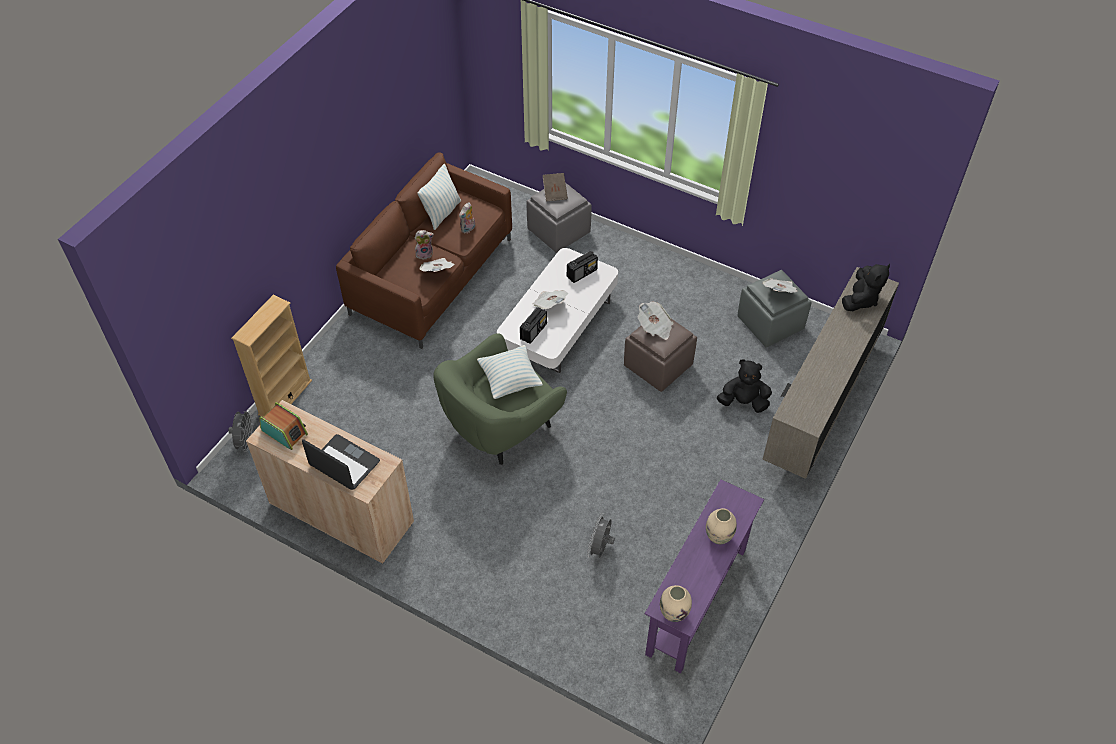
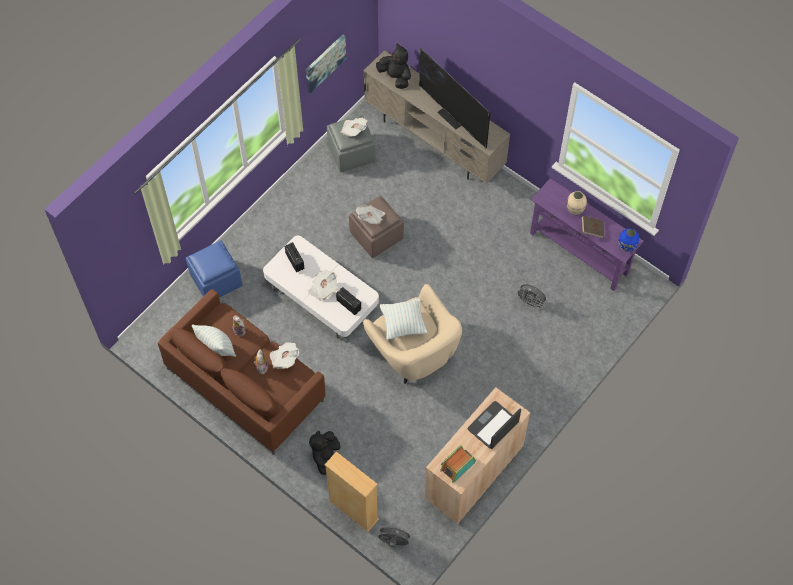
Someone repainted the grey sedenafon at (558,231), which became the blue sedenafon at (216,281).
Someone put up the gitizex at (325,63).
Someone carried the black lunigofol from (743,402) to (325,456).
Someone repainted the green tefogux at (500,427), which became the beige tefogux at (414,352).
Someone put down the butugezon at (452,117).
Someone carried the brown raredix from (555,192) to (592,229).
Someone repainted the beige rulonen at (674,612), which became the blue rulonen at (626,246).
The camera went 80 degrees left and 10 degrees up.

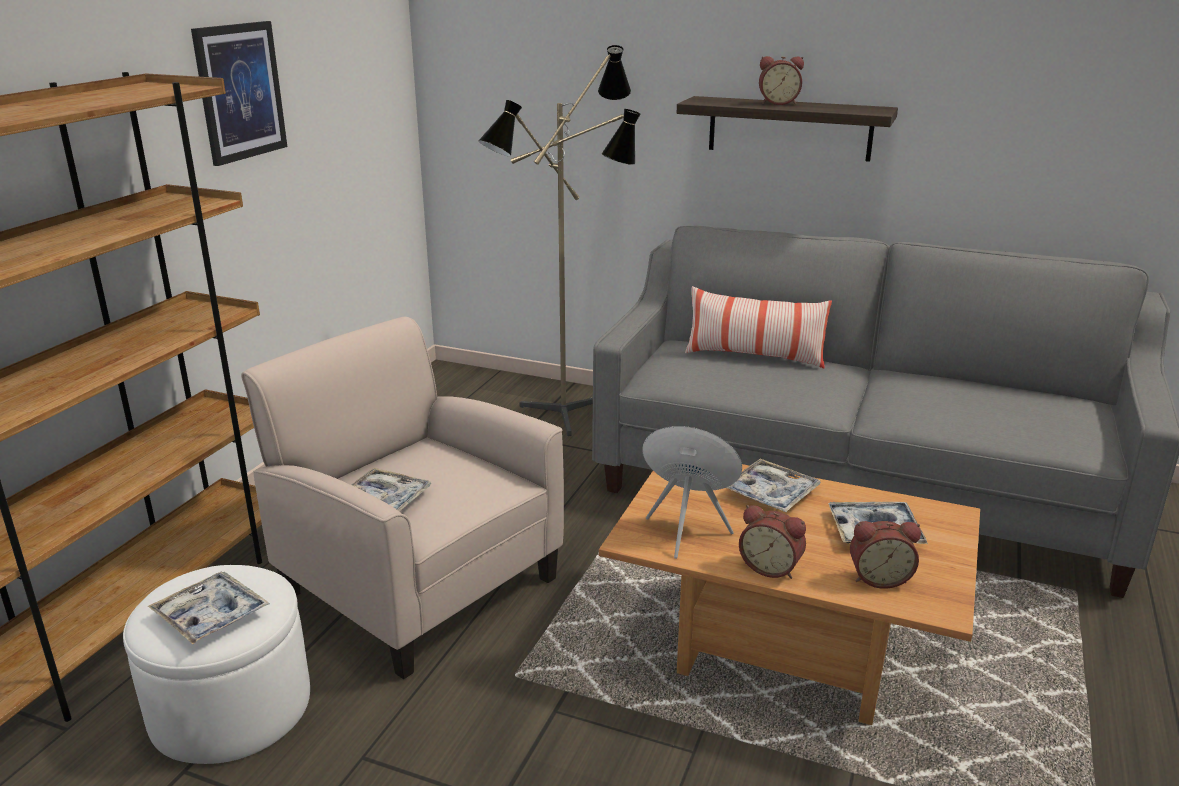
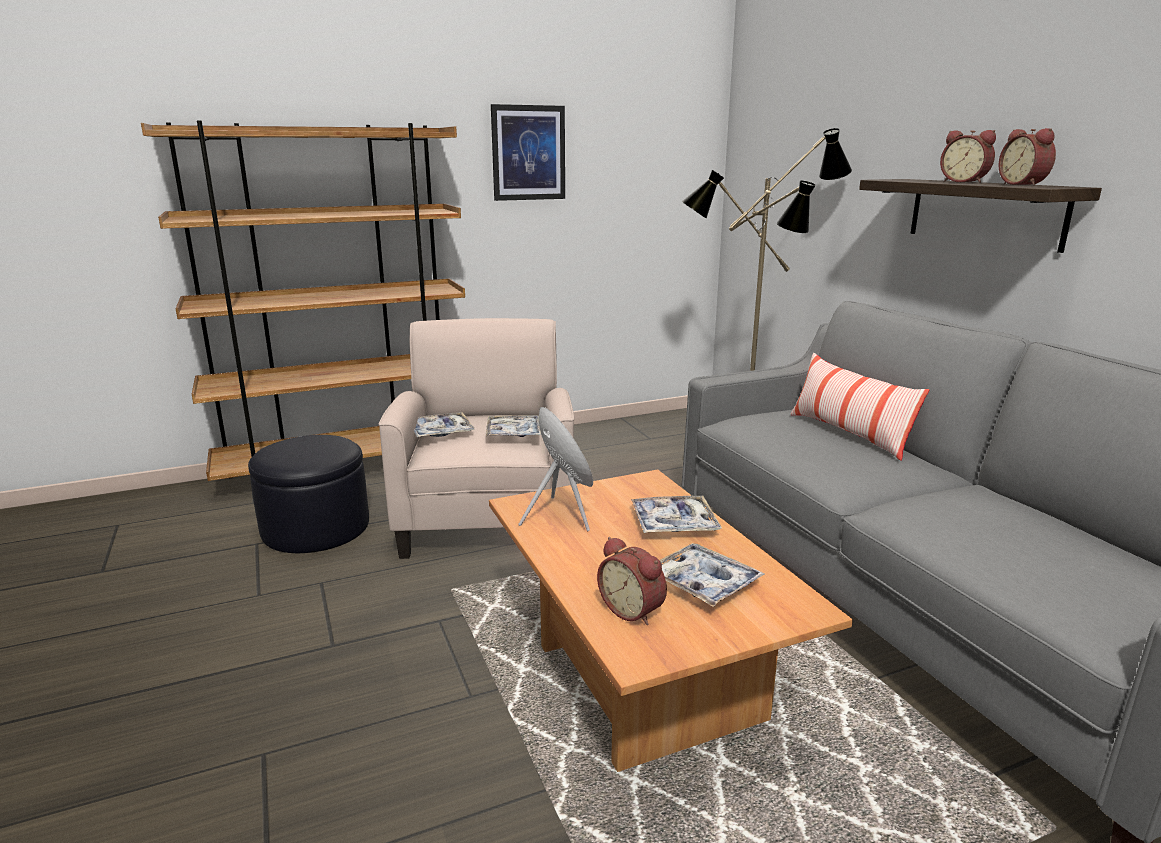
Someone repainted the white sedenafon at (231,706), which became the black sedenafon at (316,527).
Someone carried the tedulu from (211,615) to (514,433).
Someone carried the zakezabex from (771,567) to (1024,184).
The camera went 45 degrees right and 5 degrees down.

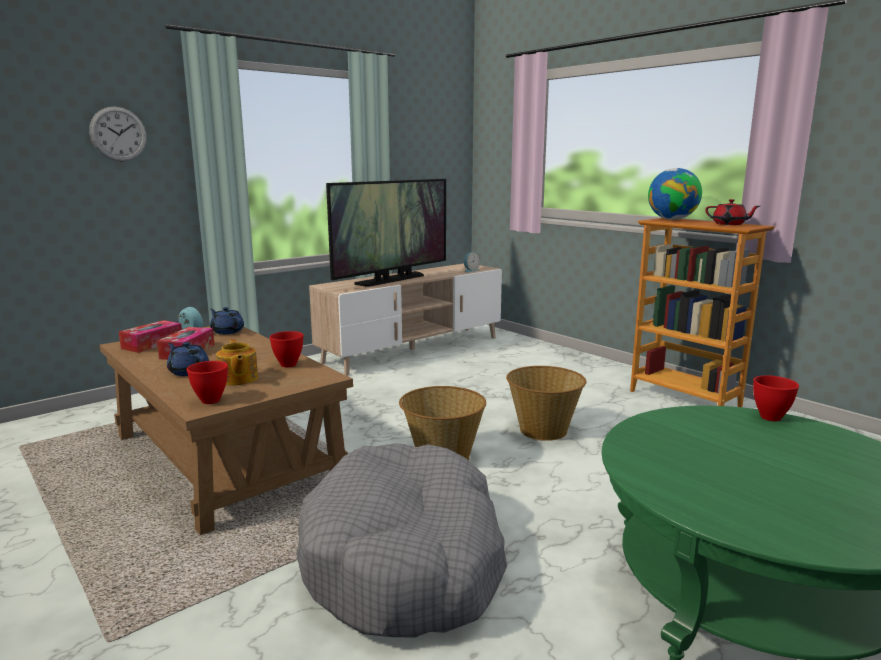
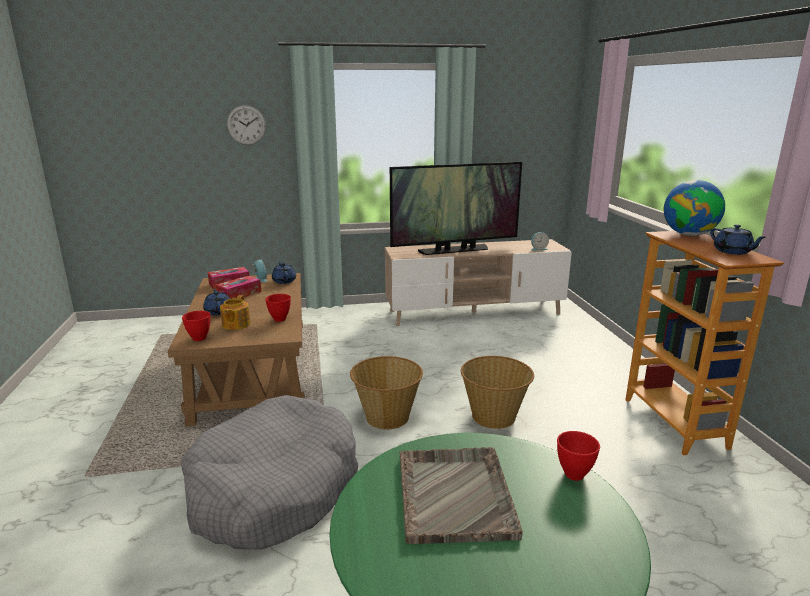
Someone put down the grey tedulu at (454,494).
Someone repainted the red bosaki at (729,224), which became the blue bosaki at (732,252).
The camera went 30 degrees right and 5 degrees up.

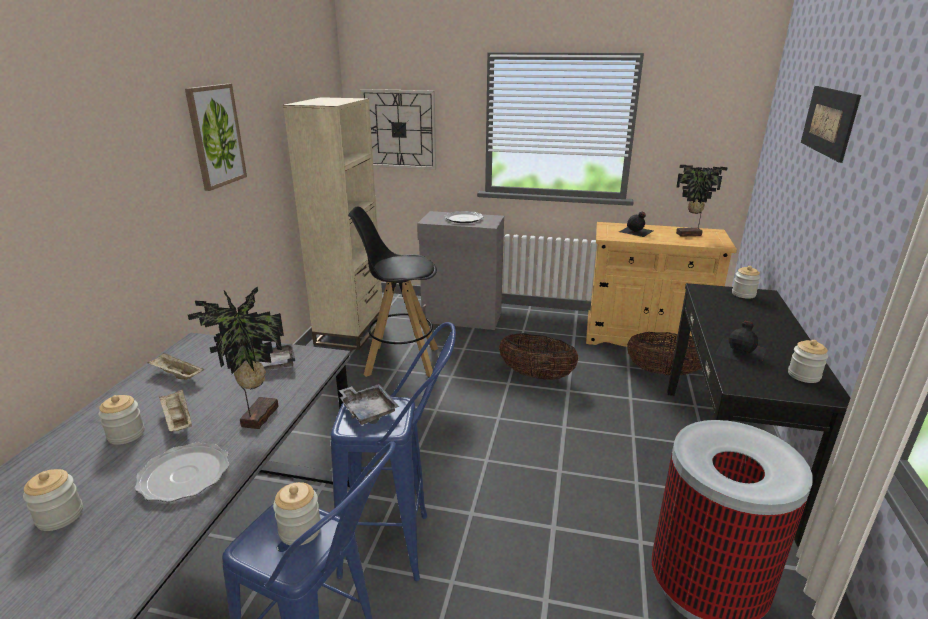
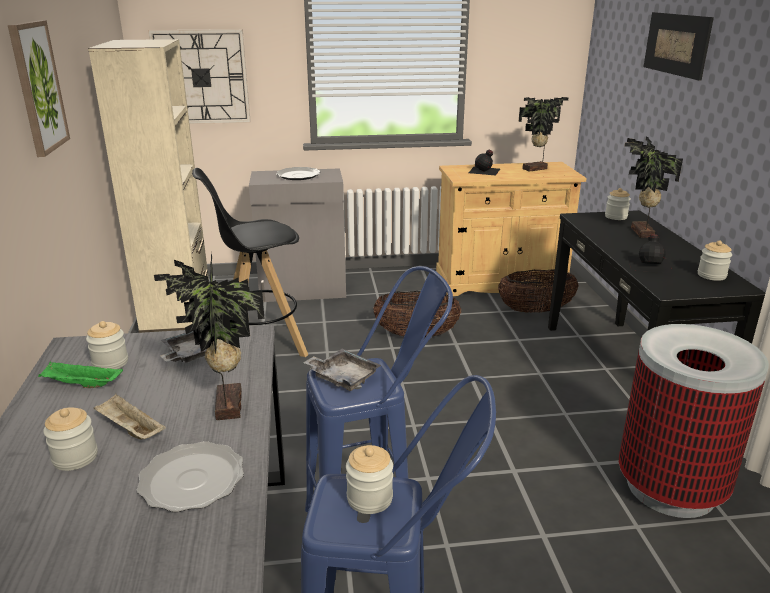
Someone repainted the beige tedulu at (177,375), which became the green tedulu at (81,385).
Someone carried the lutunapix from (60,516) to (110,363).
Someone put down the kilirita at (640,233).
The camera went 20 degrees left and 0 degrees up.

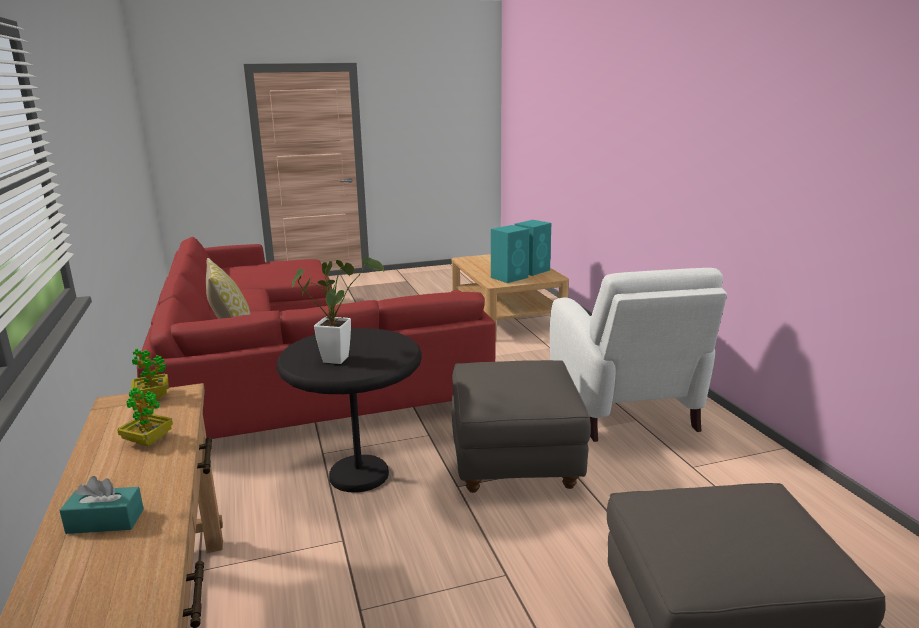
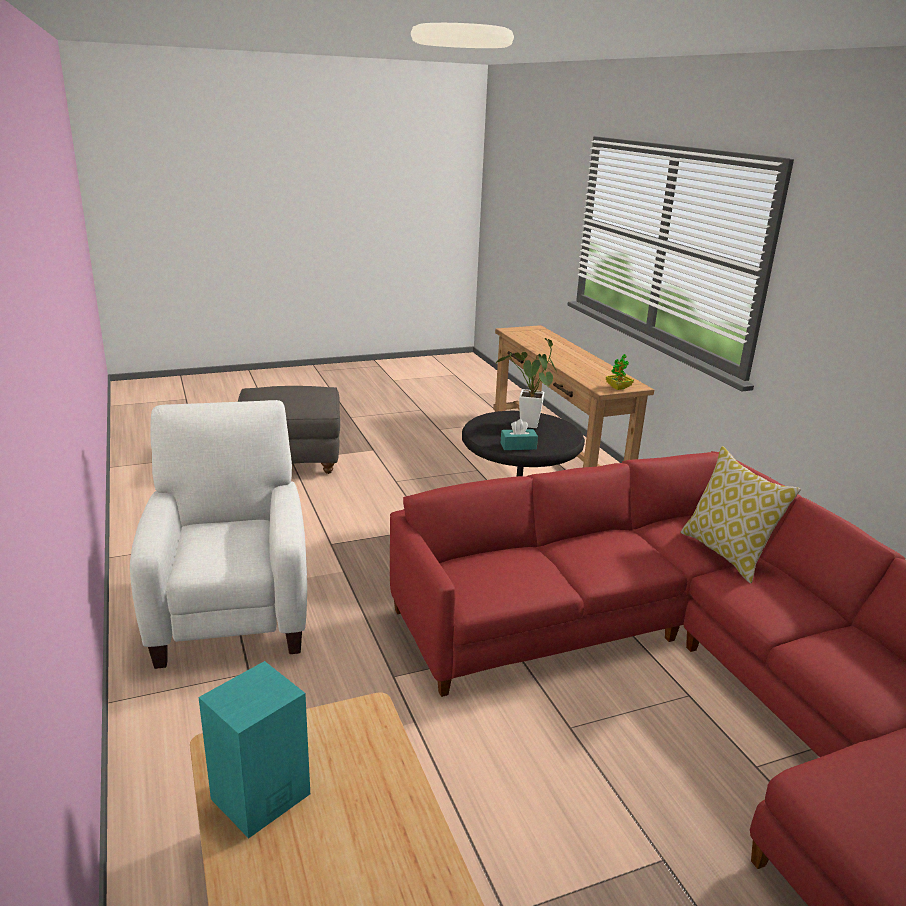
Someone carried the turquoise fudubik from (105,521) to (518,446).
Someone took away the kilirita at (148,440).
Someone took away the grey sedenafon at (515,461).
Someone took away the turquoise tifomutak at (510,277).
The camera went 175 degrees right and 5 degrees up.

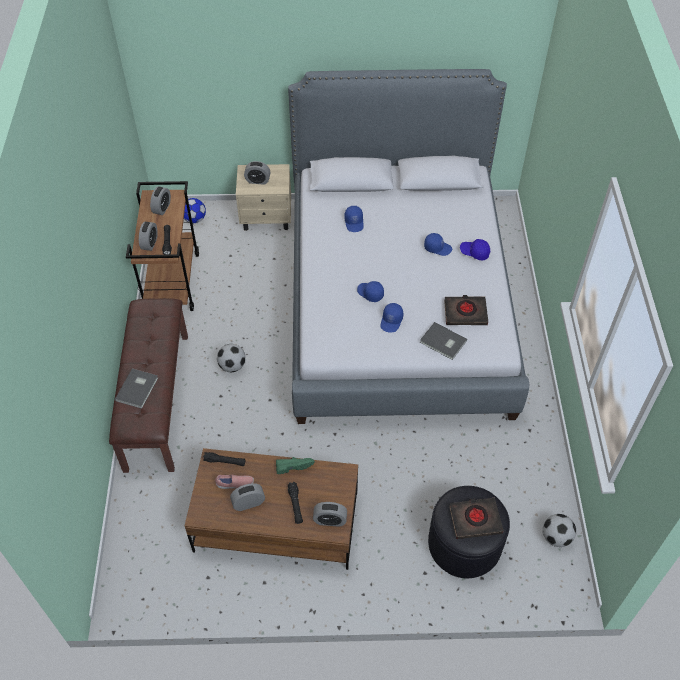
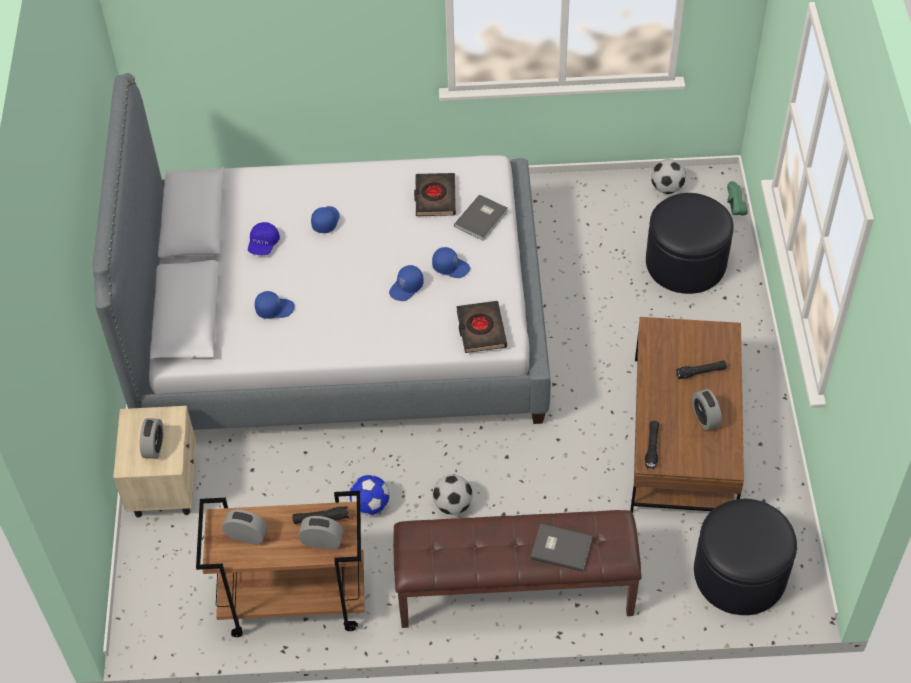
Someone carried the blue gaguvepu from (474,253) to (263,244).
Someone carried the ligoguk from (194,219) to (370,505).
Someone carried the black raredix from (475,520) to (481,329).
Someone put down the black sedenafon at (740,574).
Someone carried the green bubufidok from (294,465) to (732,204).
Someone took away the pink bubufidok at (235,484).
Someone took away the zakezabex at (330,520).
The camera went 90 degrees left and 0 degrees up.

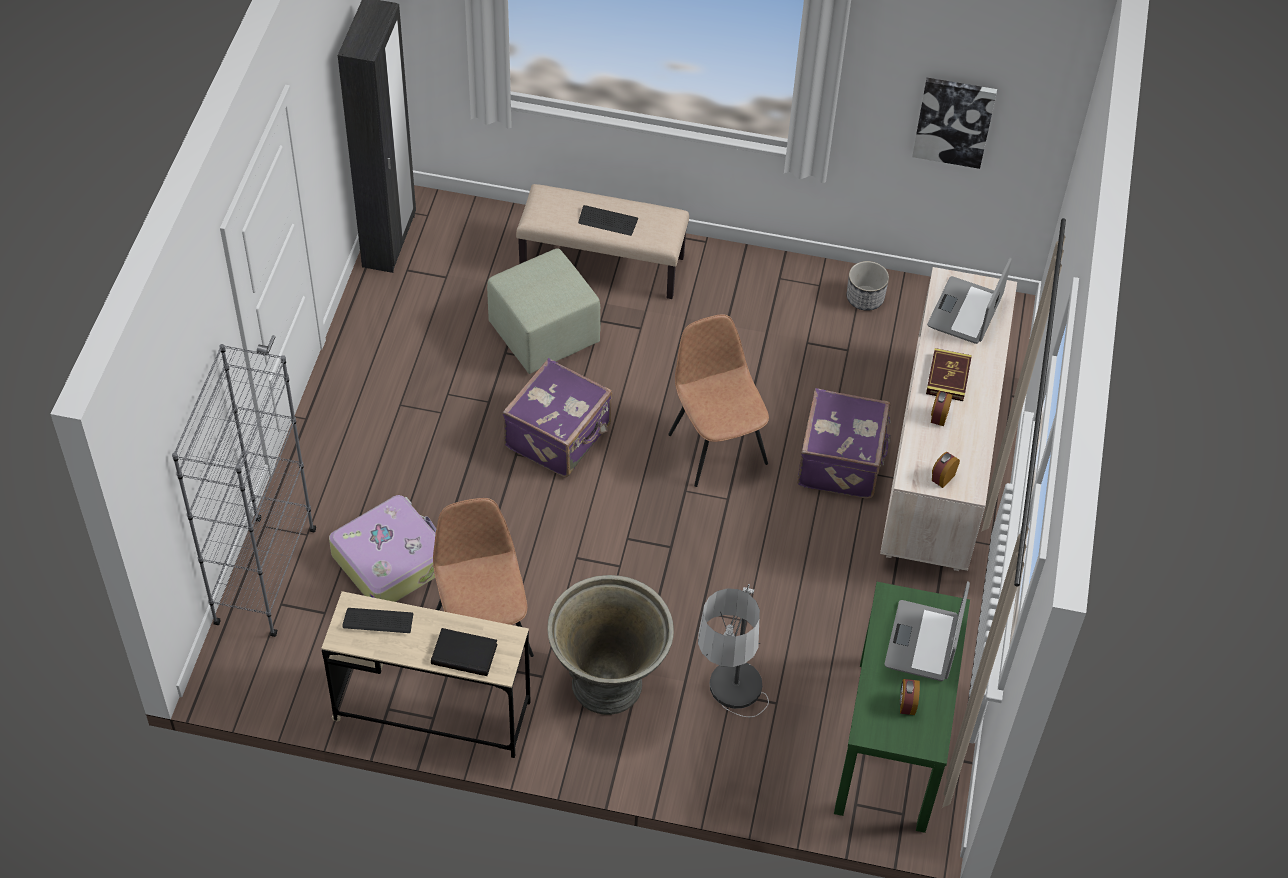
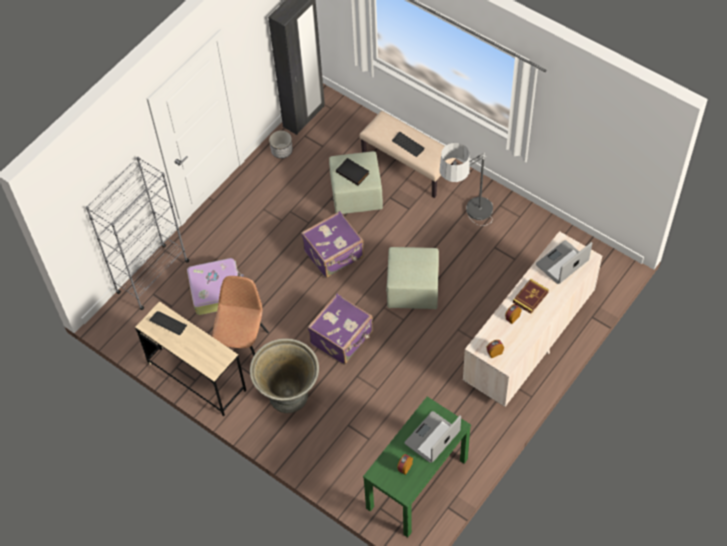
Someone carried the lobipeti from (864,298) to (281,151).
Someone carried the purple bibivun from (842,461) to (342,338).
Someone carried the black raredix from (465,653) to (353,172).
Someone swapped the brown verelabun at (717,447) for the green sedenafon at (413,289).
Someone carried the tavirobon from (727,724) to (466,224).
Someone took away the gitizex at (954,121).
The camera went 30 degrees right and 5 degrees up.

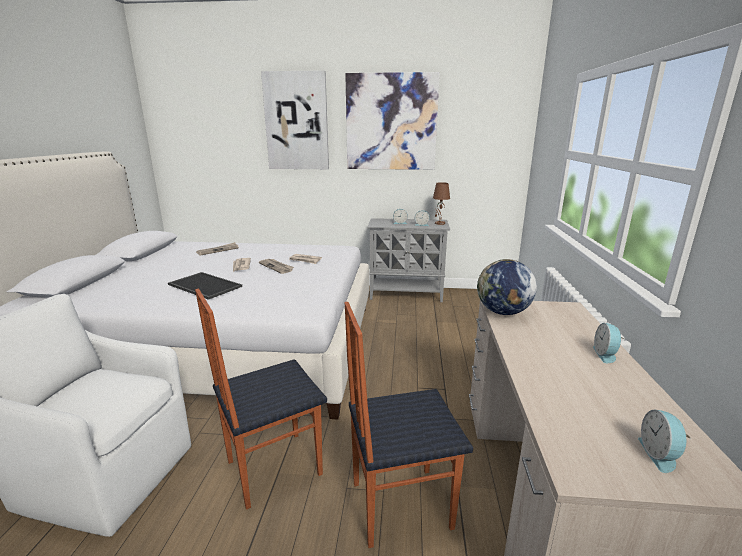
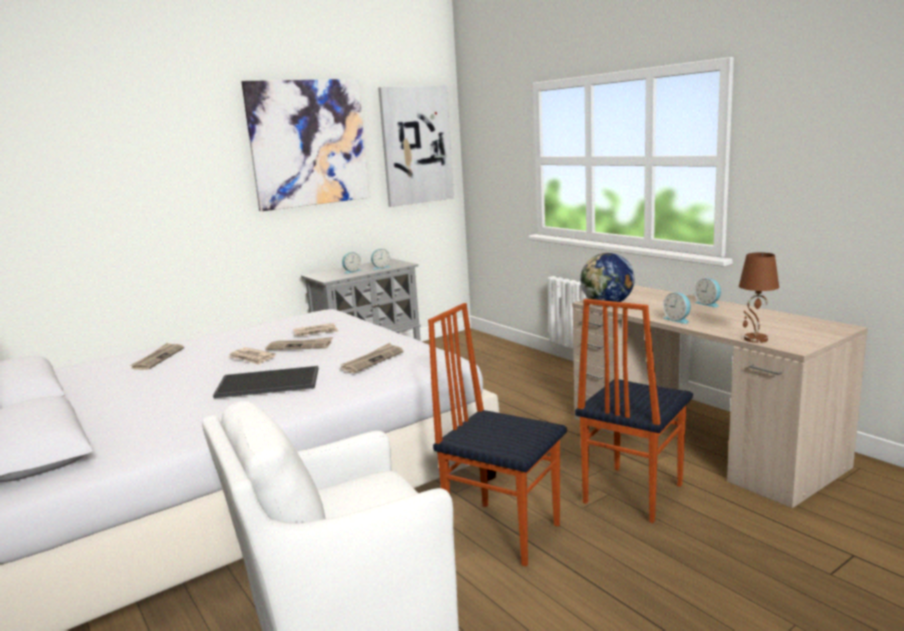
Someone put down the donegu at (372,360).
Someone carried the gitizex from (296,121) to (416,145).
Someone rotated the verelabun at (273,467) by 105 degrees clockwise.
Someone carried the zakezabex from (659,455) to (677,320).
Someone carried the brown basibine from (439,223) to (755,339).
The camera went 40 degrees left and 5 degrees down.

